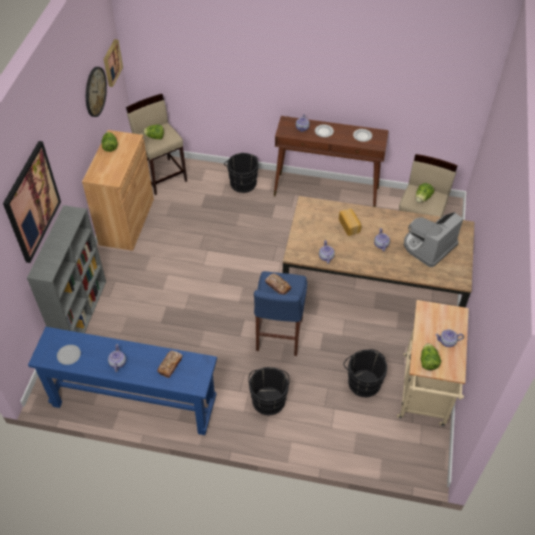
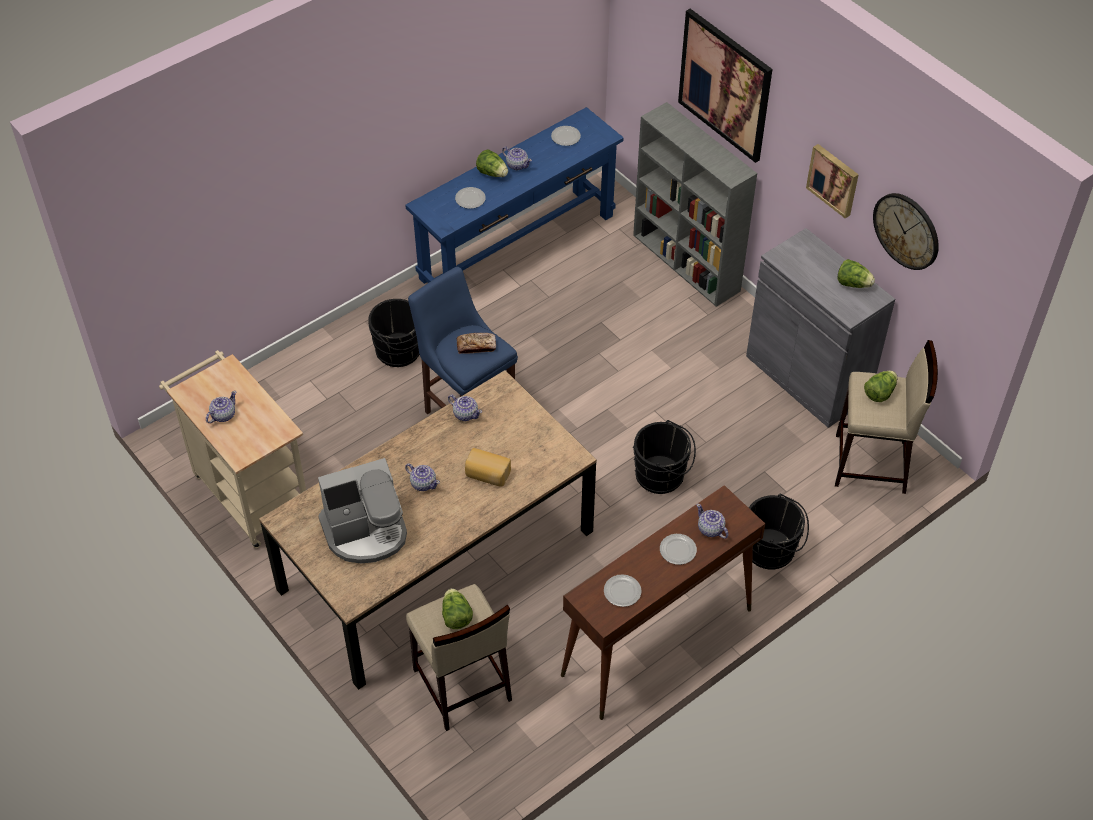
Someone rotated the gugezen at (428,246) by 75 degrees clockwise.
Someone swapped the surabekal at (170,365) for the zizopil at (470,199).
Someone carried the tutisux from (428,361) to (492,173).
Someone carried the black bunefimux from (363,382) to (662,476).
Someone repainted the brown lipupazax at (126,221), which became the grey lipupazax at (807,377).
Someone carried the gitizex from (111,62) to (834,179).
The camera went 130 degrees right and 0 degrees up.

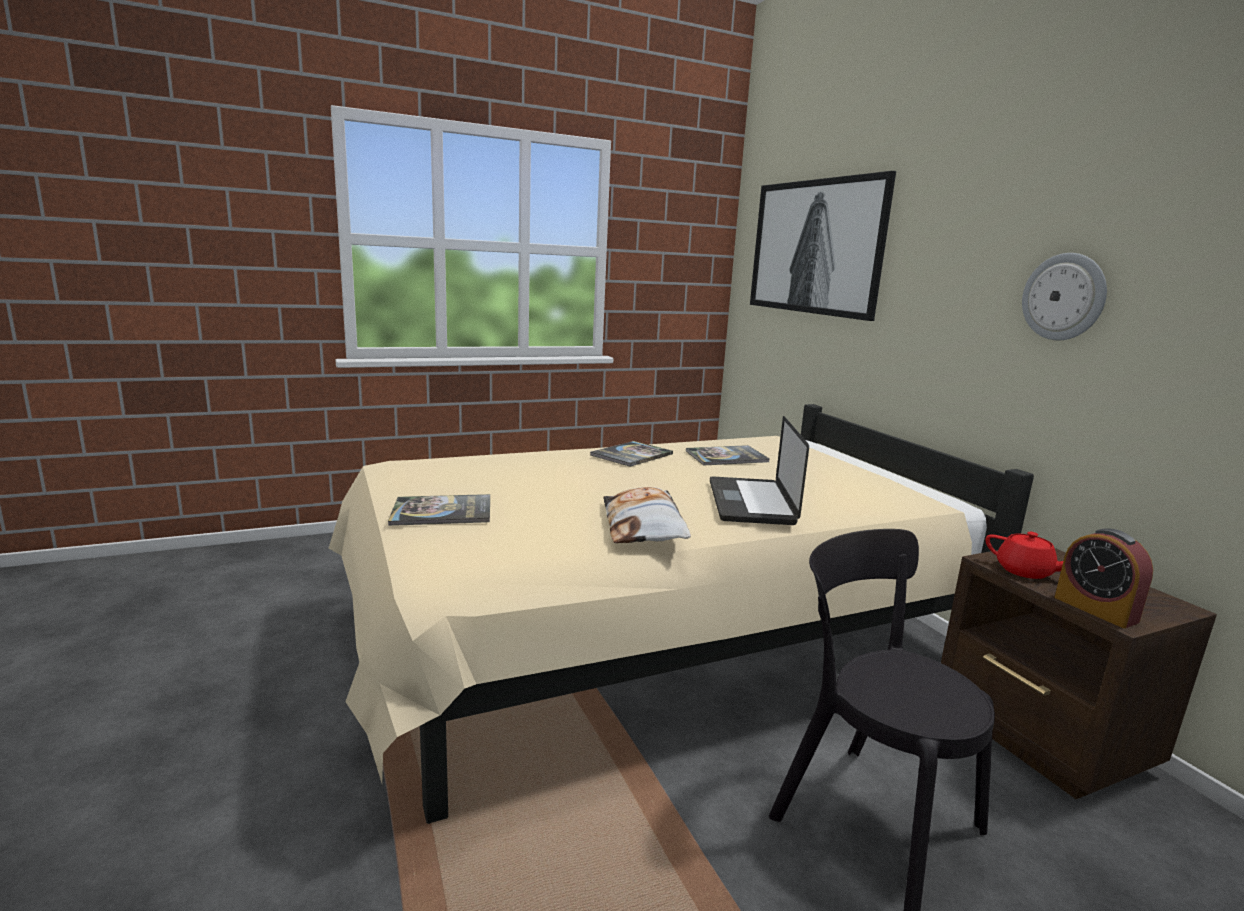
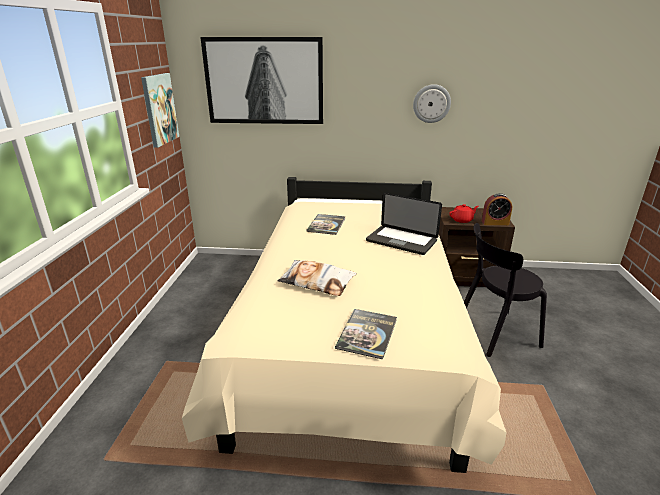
Someone put up the gitizex at (159,109).
Someone carried the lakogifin from (644,526) to (317,282).
Someone took away the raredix at (631,455).
The camera went 60 degrees left and 10 degrees up.

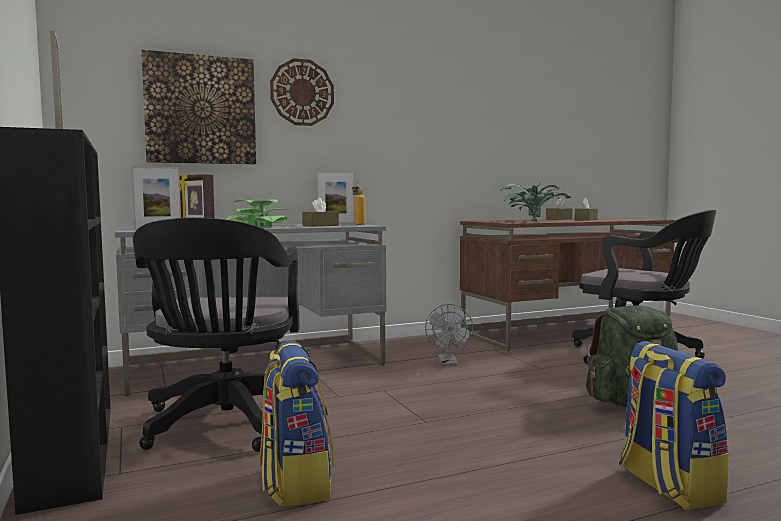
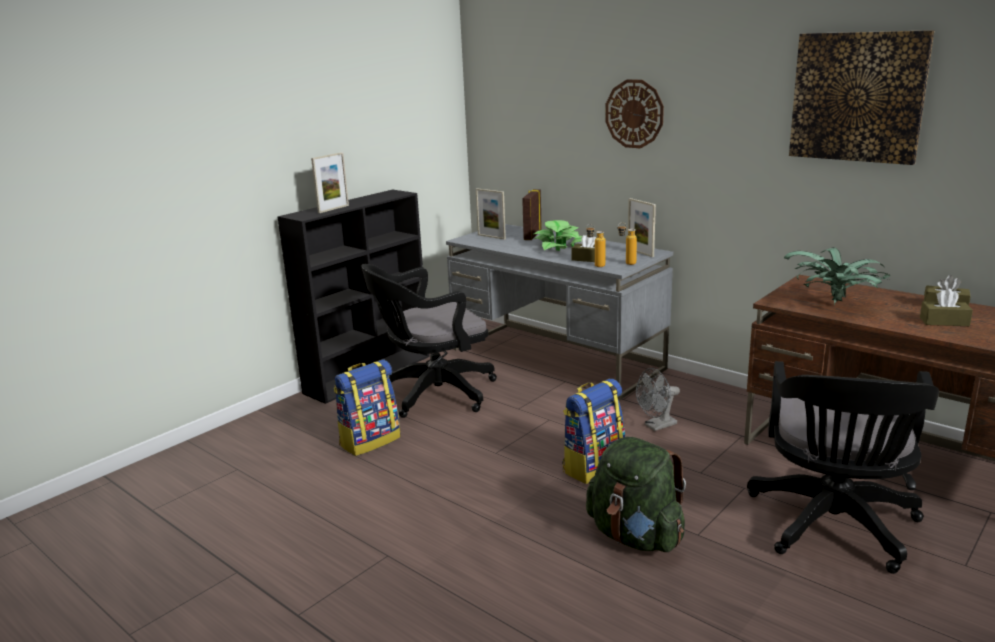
Someone carried the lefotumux from (667,485) to (593,466).
Someone put down the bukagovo at (595,265).
Someone carried the gitizex from (200,110) to (857,97).
The camera went 65 degrees right and 15 degrees up.

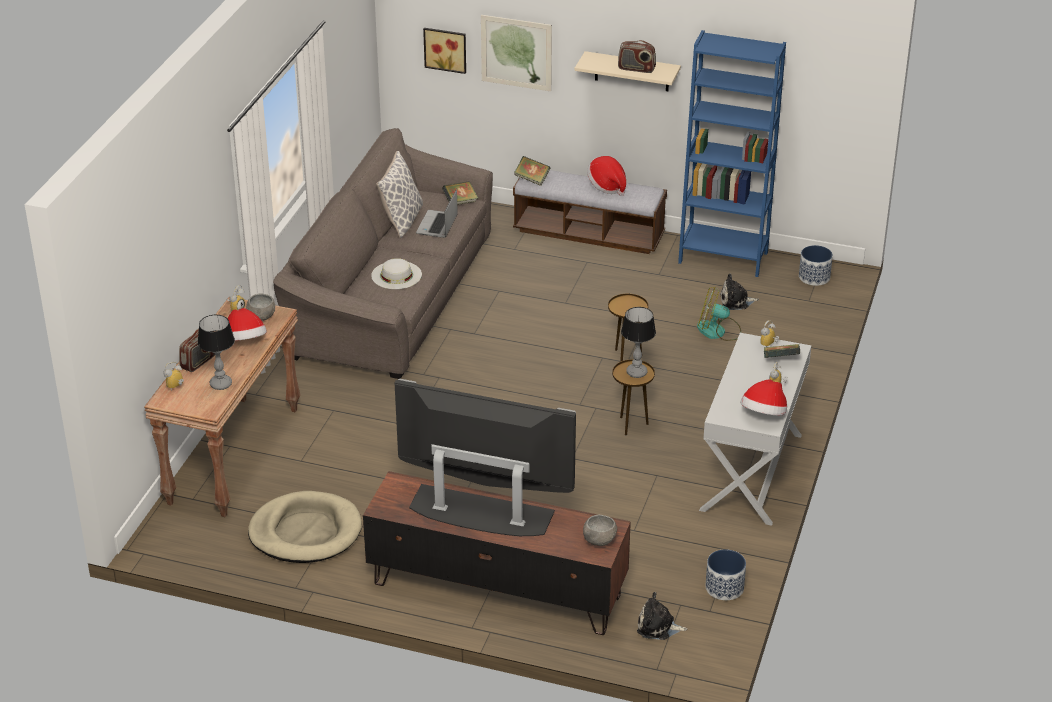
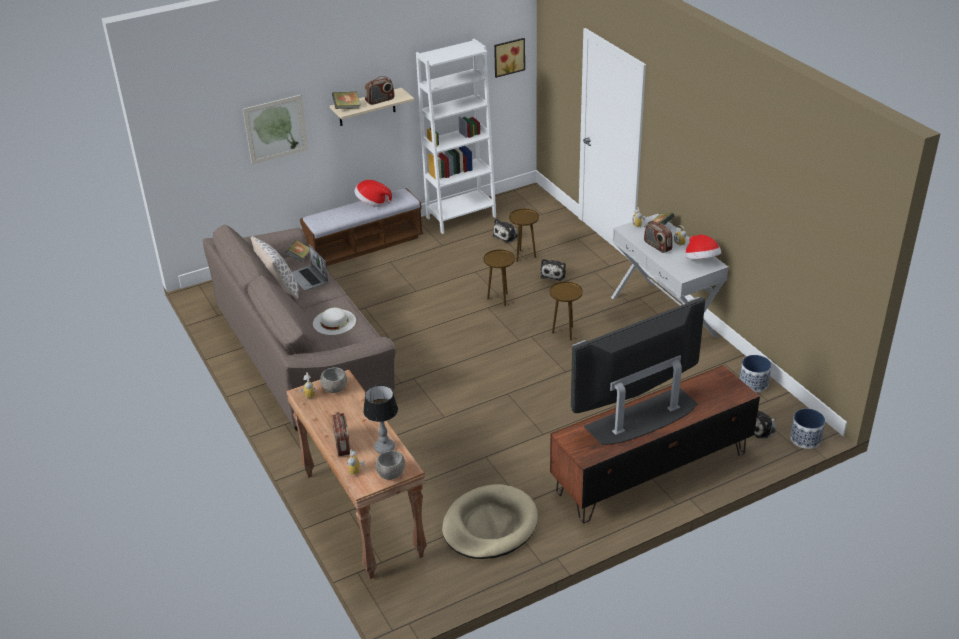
Someone carried the raredix from (532,179) to (347,108).
Someone carried the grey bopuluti from (598,541) to (391,474).
Someone repainted the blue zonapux at (723,257), which became the white zonapux at (461,217).
Someone carried the gitizex from (446,49) to (508,56).
Someone swapped the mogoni at (718,331) for the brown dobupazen at (524,256).
Someone put down the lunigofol at (554,274).
Someone put down the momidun at (657,246).
Someone carried the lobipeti from (814,277) to (805,439).
Someone took away the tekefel at (245,342).
Someone took away the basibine at (637,372).
The camera went 45 degrees left and 0 degrees up.

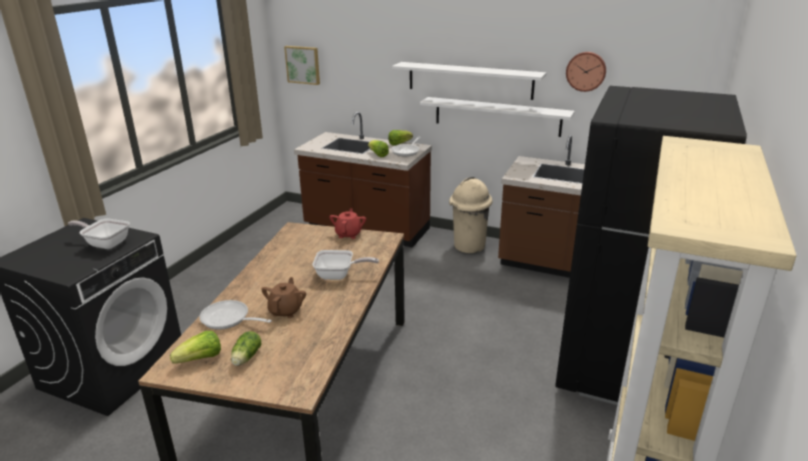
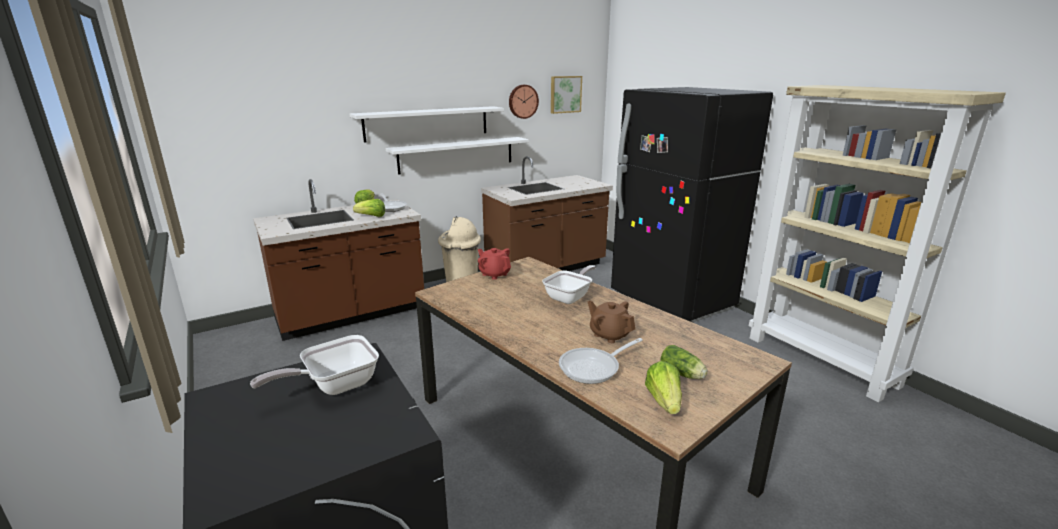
Someone carried the gitizex from (303,65) to (565,94).
The camera went 55 degrees left and 5 degrees down.

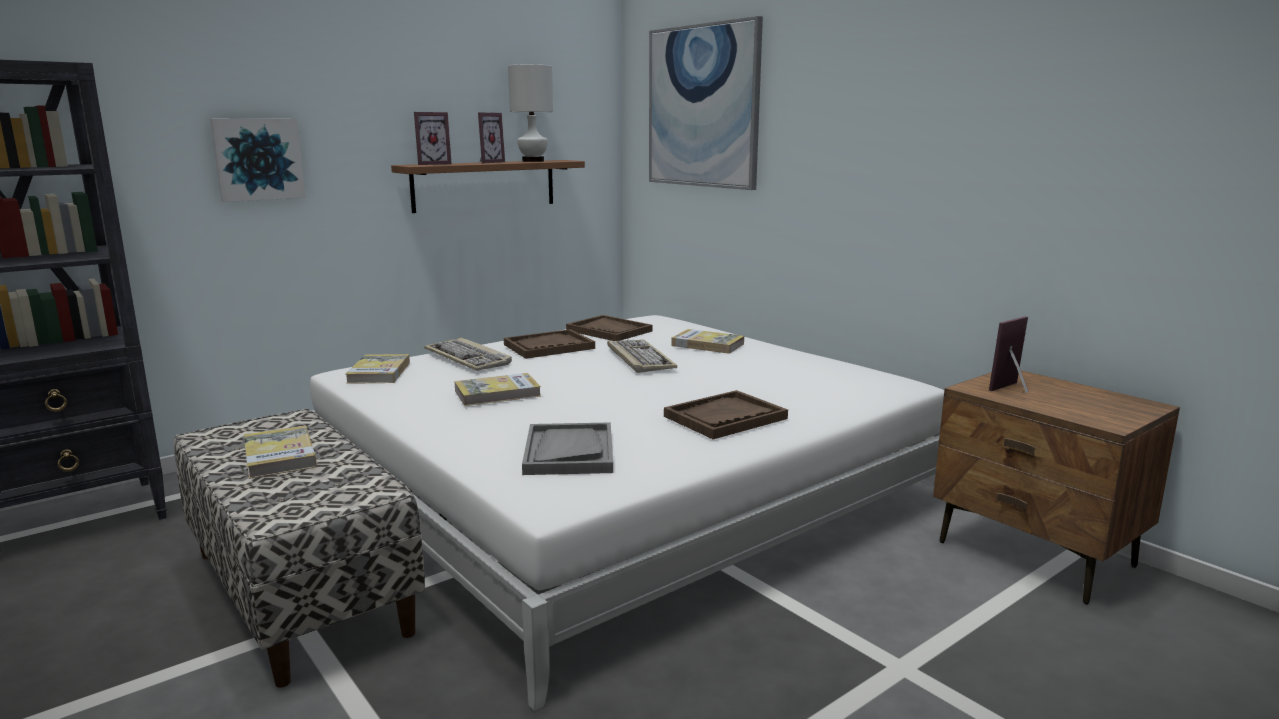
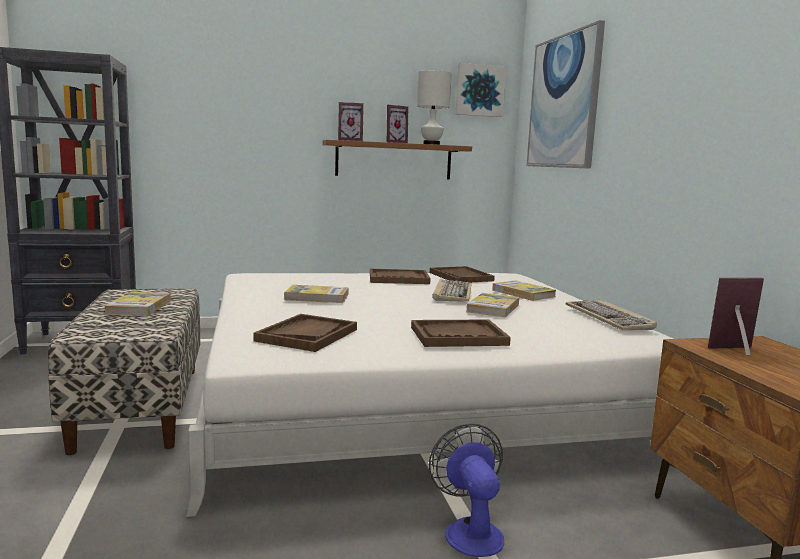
Someone repainted the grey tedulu at (569,452), which became the brown tedulu at (307,335).
Someone put down the mogoni at (470,531).
Someone carried the gitizex from (258,159) to (479,90).
Someone carried the raredix from (379,372) to (493,308).
Someone carried the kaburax from (469,358) to (609,318).
The camera went 25 degrees right and 5 degrees down.

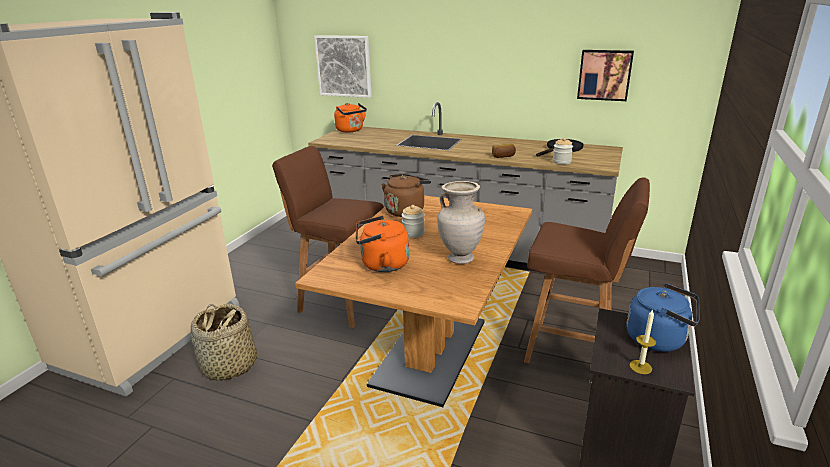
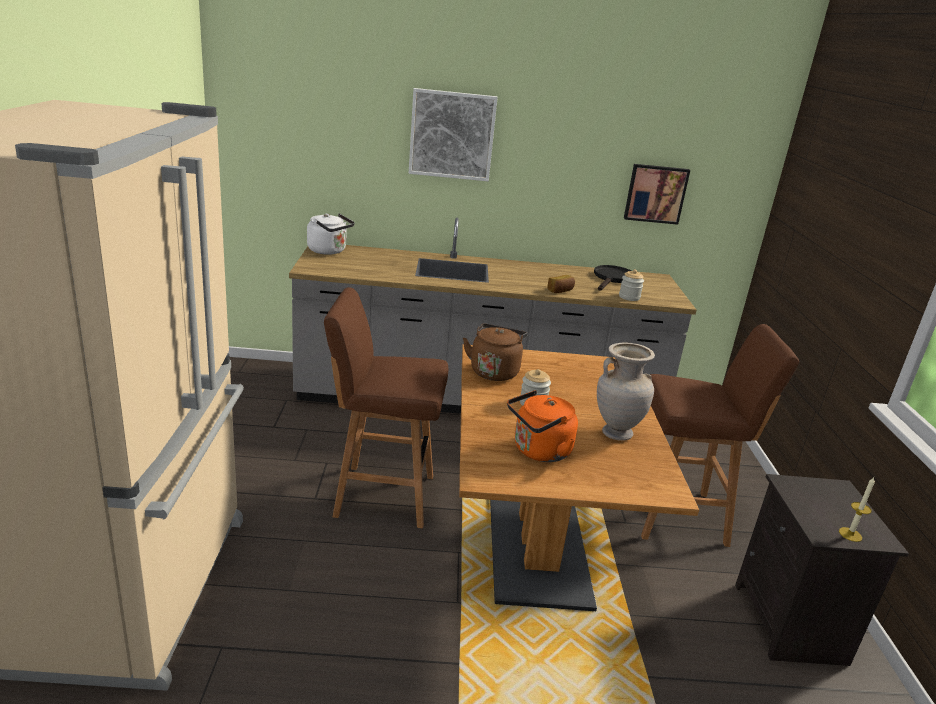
Someone repainted the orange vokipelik at (351,130), which became the white vokipelik at (329,251).
Someone carried the gitizex from (344,66) to (452,135).
Someone took away the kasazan at (229,366).
Someone took away the blue vokipelik at (659,339).
The camera went 25 degrees left and 0 degrees up.

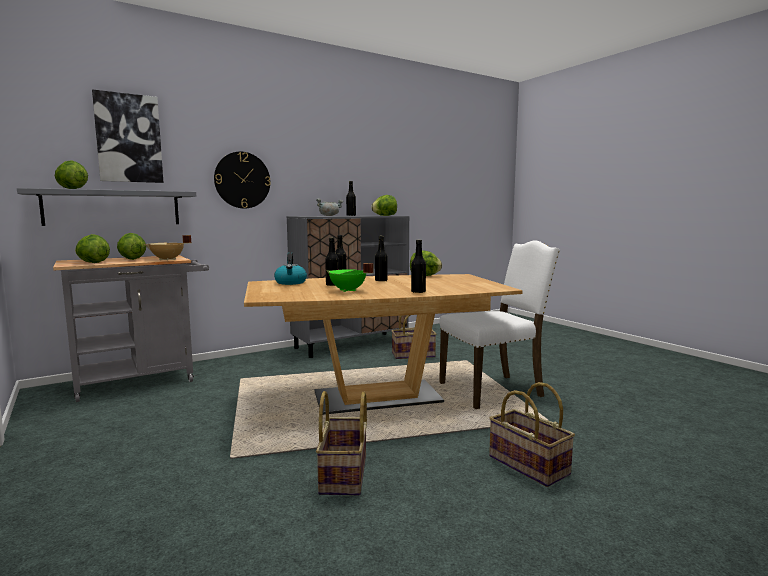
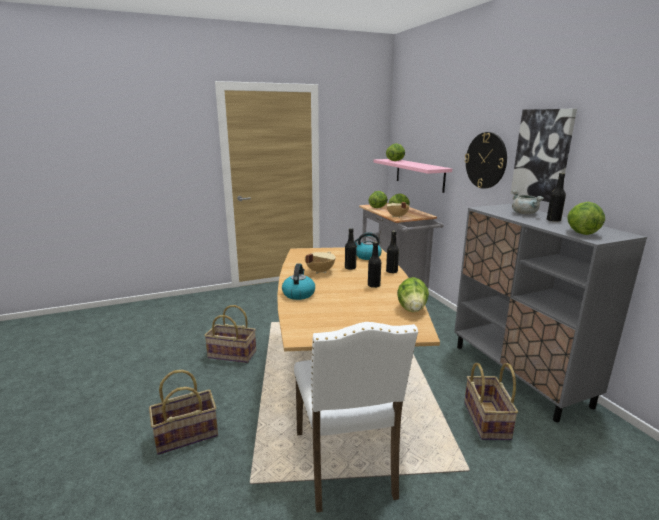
Someone swapped the black bukagovo at (418,292) for the vokipelik at (298,294).
Someone repainted the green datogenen at (347,290), which became the beige datogenen at (319,271).
Someone repainted the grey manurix at (113,208), which became the pink manurix at (419,174).
Someone carried the gitizex from (128,138) to (542,155).
The camera went 100 degrees right and 10 degrees up.

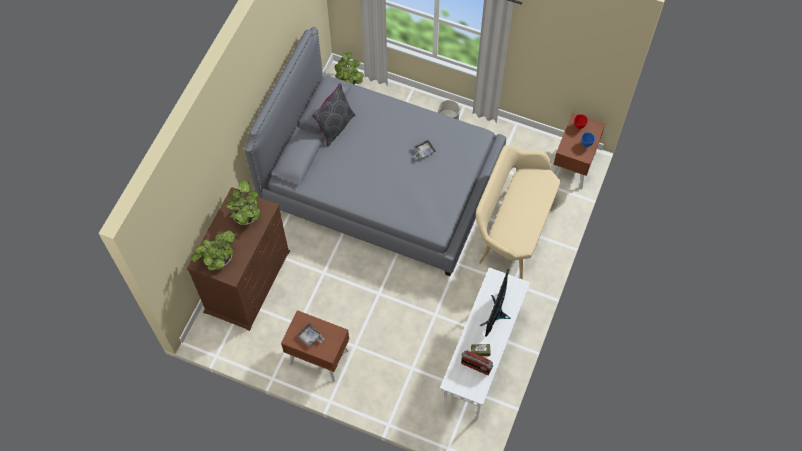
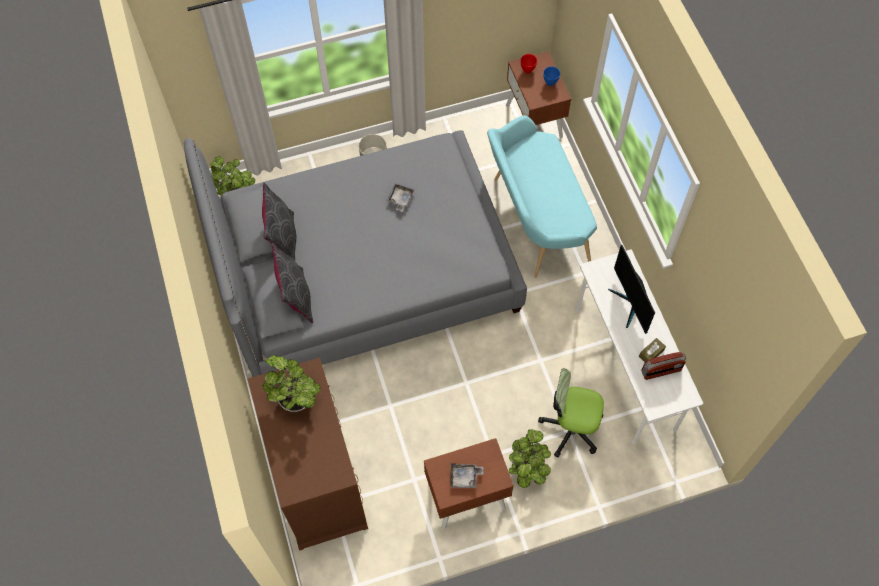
Someone put down the grey lakogifin at (296,297).
Someone repainted the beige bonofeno at (512,229), which became the turquoise bonofeno at (535,221).
Someone carried the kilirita from (218,260) to (527,469).
Someone put down the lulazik at (571,428).
The camera went 40 degrees left and 0 degrees up.

